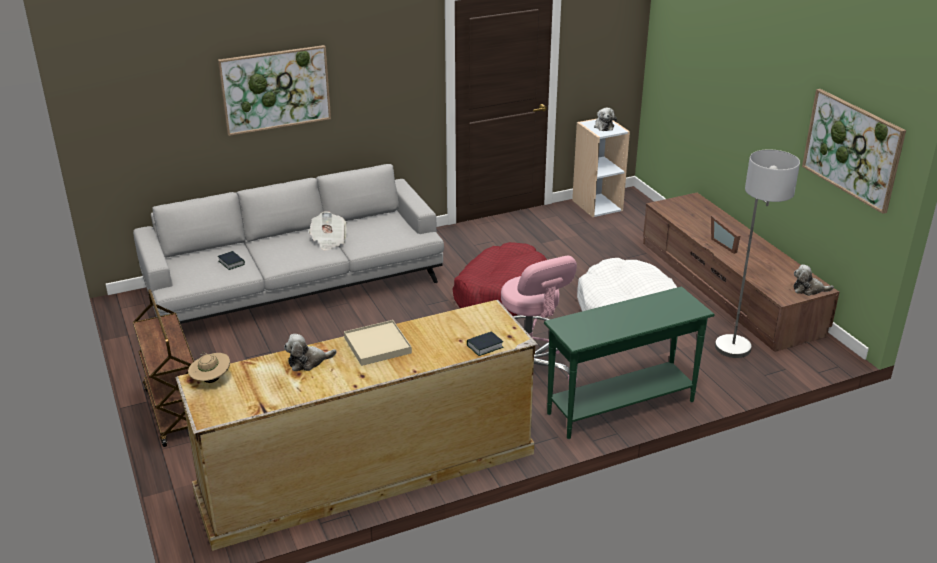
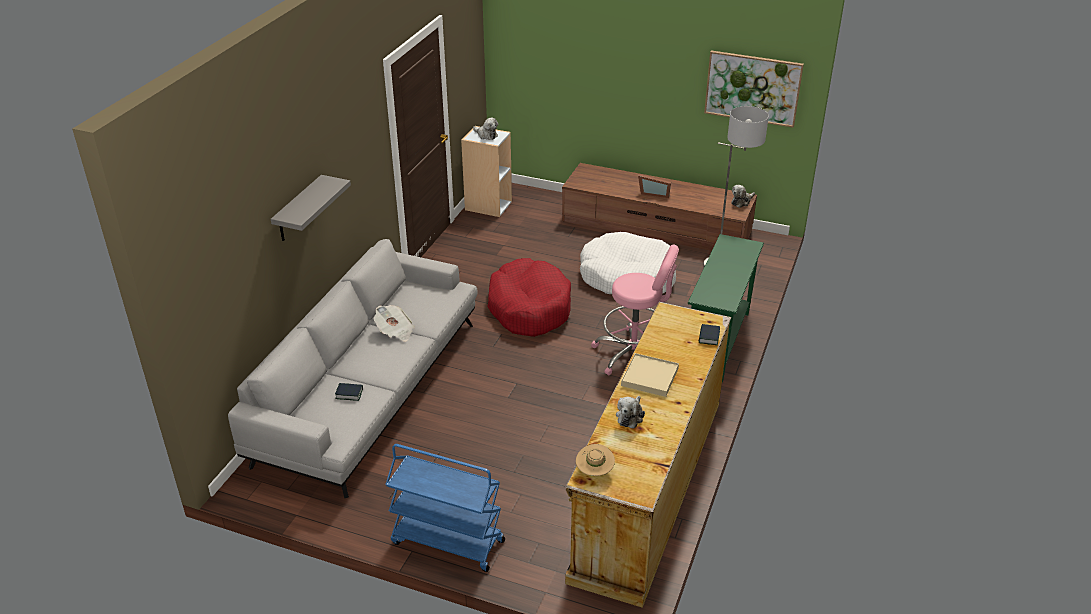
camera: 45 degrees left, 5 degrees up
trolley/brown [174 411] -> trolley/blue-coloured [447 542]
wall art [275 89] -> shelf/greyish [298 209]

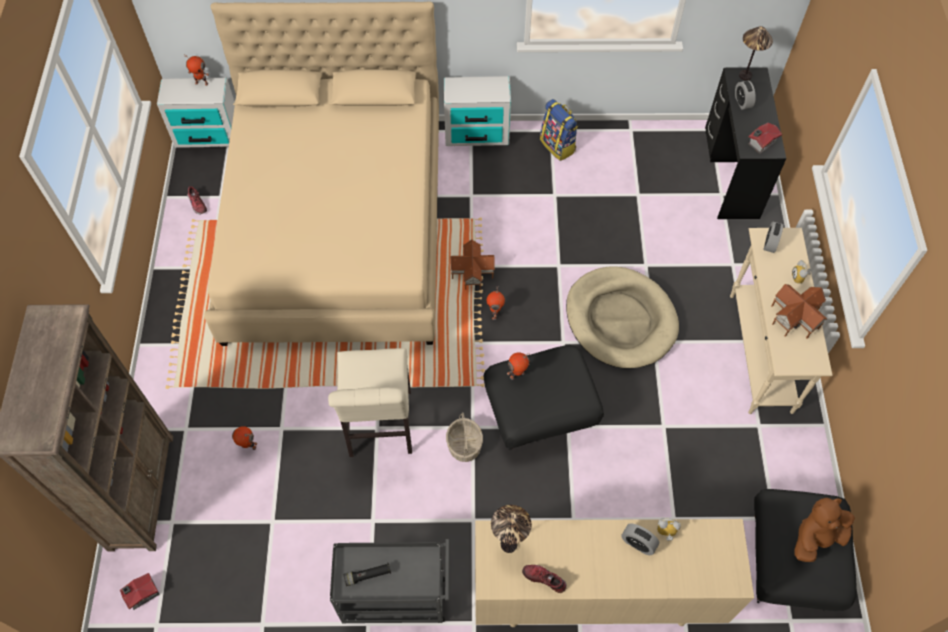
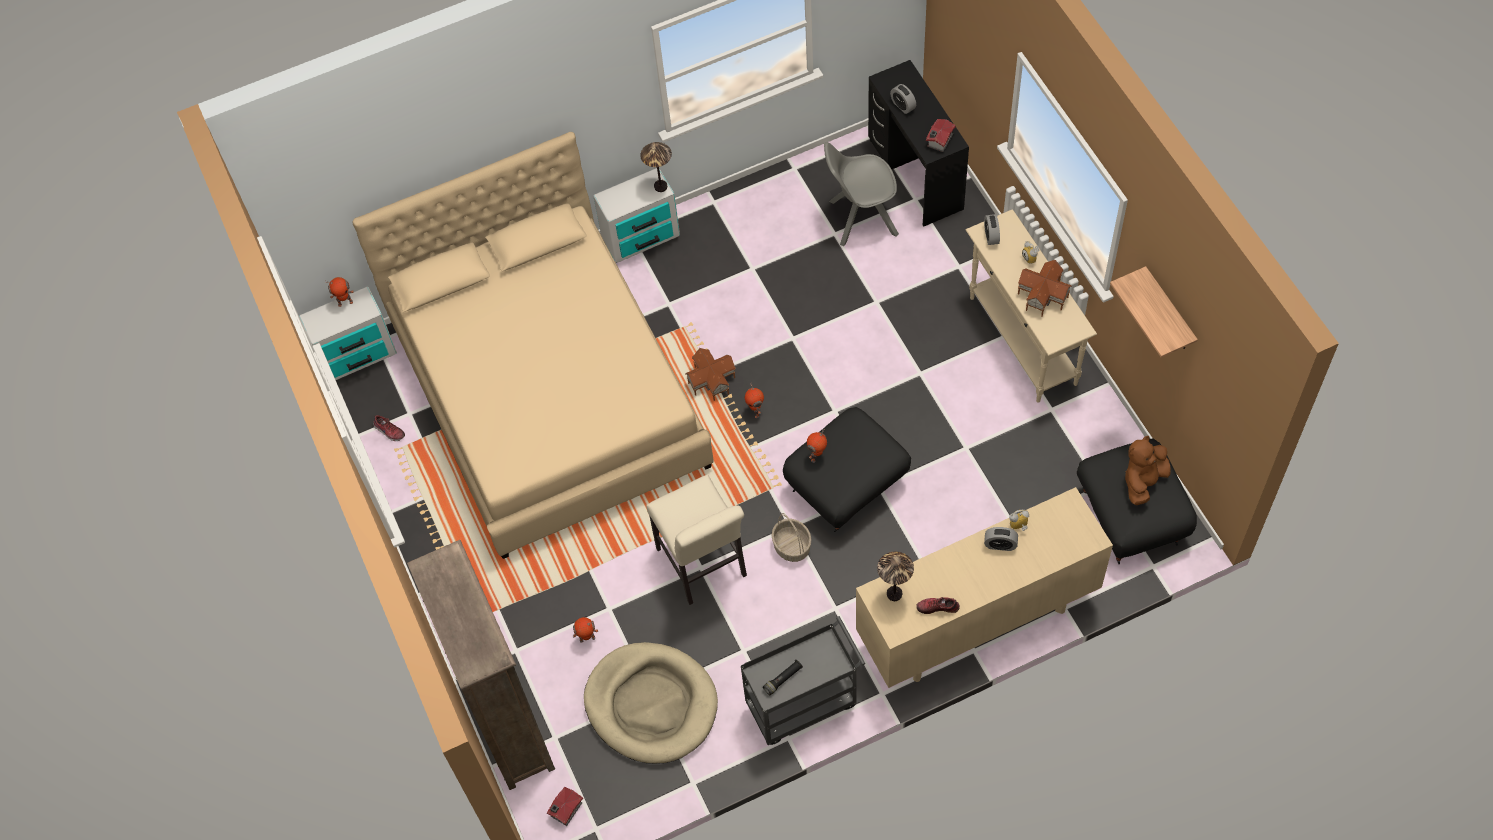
camera: 20 degrees left, 0 degrees up
backpack [558 145] -> none
pet bed/beige-coloured [620 320] -> pet bed/beige-coloured [651 704], shifted
table lamp [745 76] -> table lamp [660 187], shifted
none -> plain chair/greyish [861 218]
none -> shelf [1169 312]

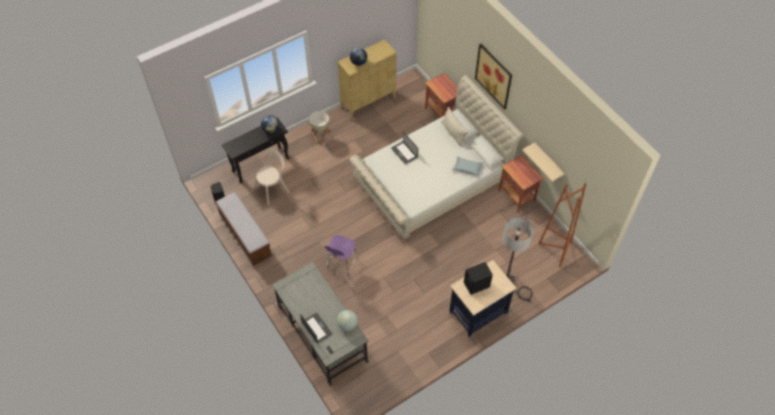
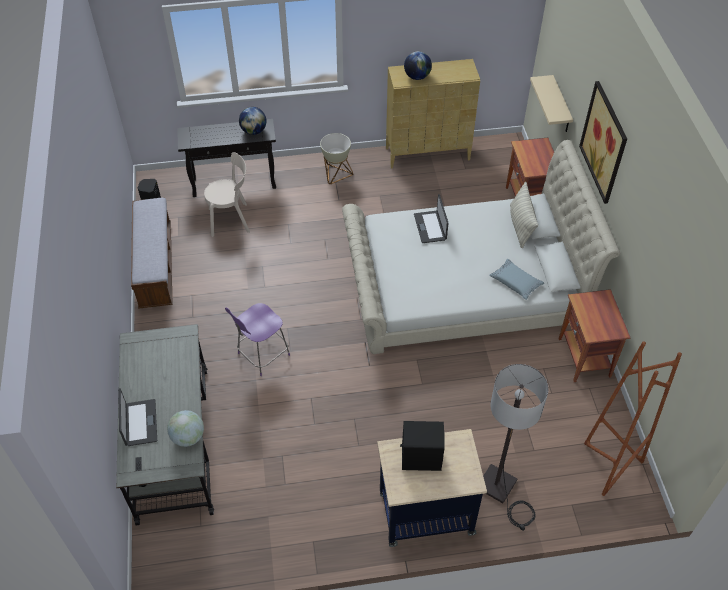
camera: 25 degrees right, 5 degrees down
shelf/beige-coloured [548 162] -> shelf/beige-coloured [561 105], shifted

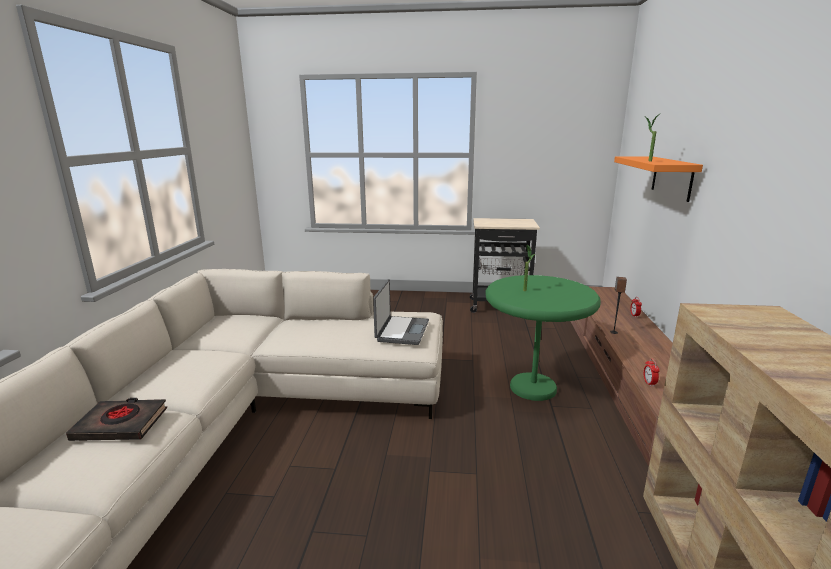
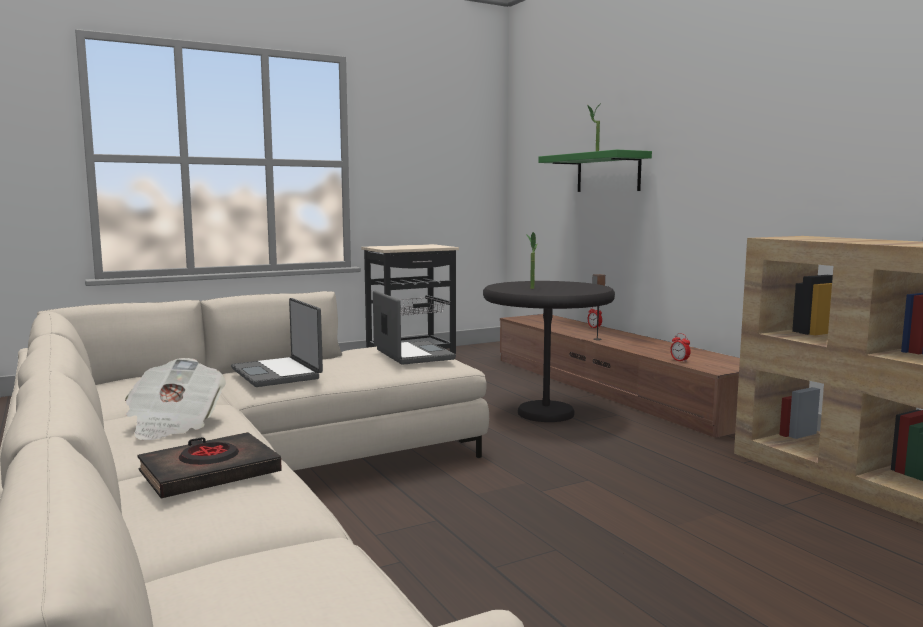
camera: 35 degrees left, 10 degrees down
accent table/green [533 388] -> accent table/black [546 413]
shelf/orangey [672 177] -> shelf/green [608 173]
none -> printed paper [174 424]
none -> portable computer [278 373]

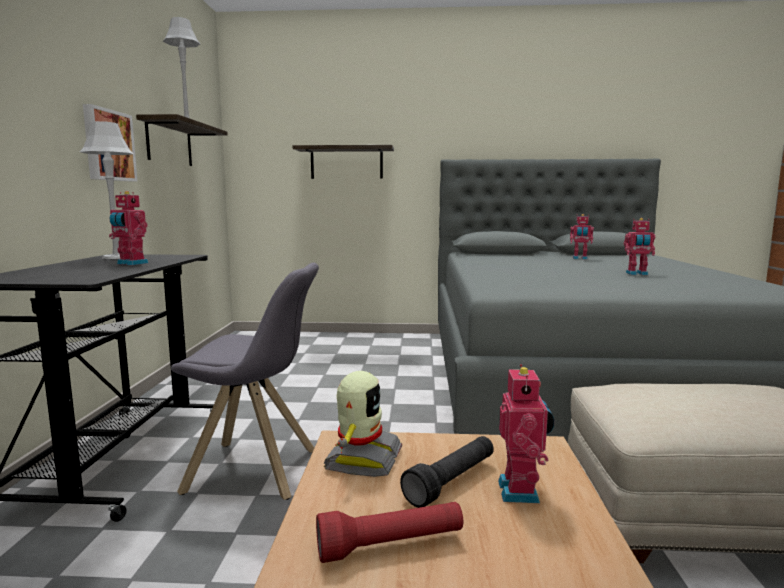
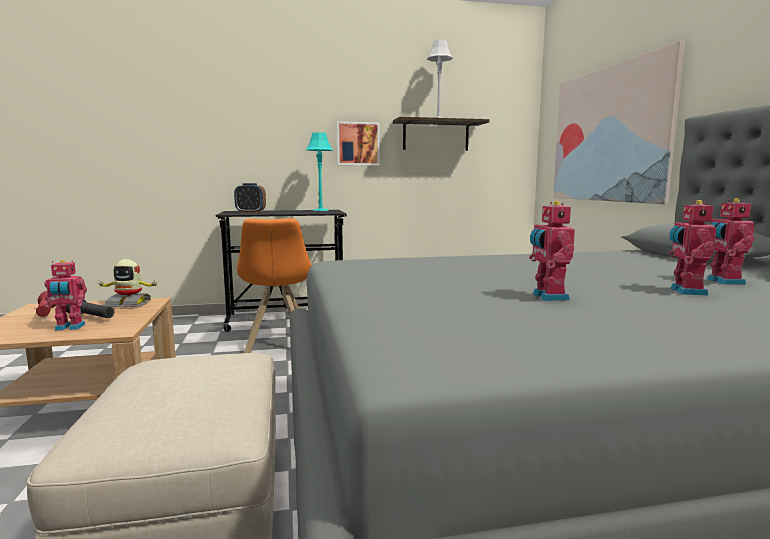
camera: 75 degrees right, 0 degrees up
table lamp/greyish [117 257] -> table lamp/blue-green [320 210]
toy robot [131 263] -> toy robot [685 291], shifted
plain chair/greyish [253 470] -> plain chair/orangey [278 344]
shelf [346 163] -> wall art [609 134]
none -> alarm clock [250 212]

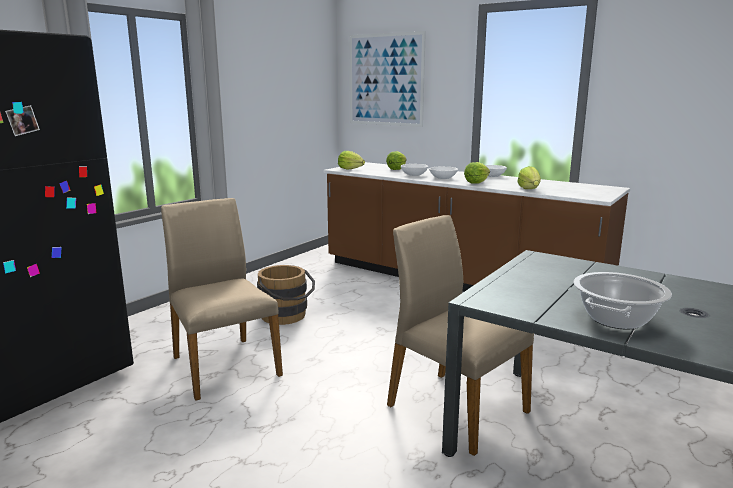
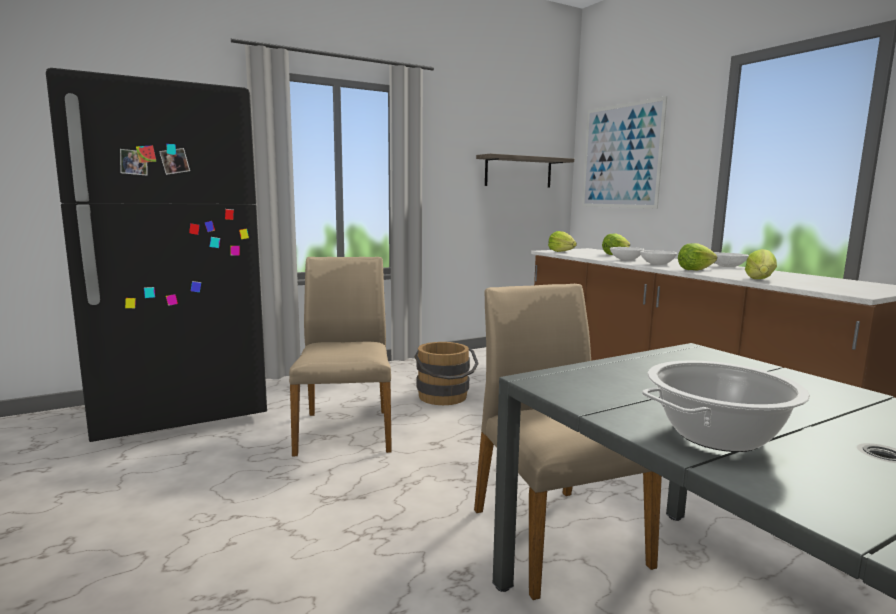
camera: 25 degrees right, 5 degrees down
none -> shelf [518 172]

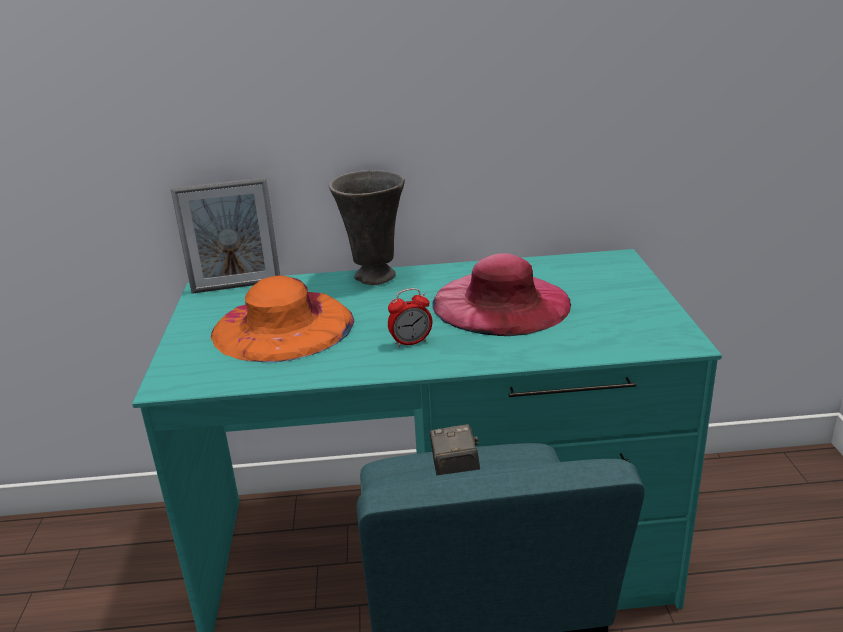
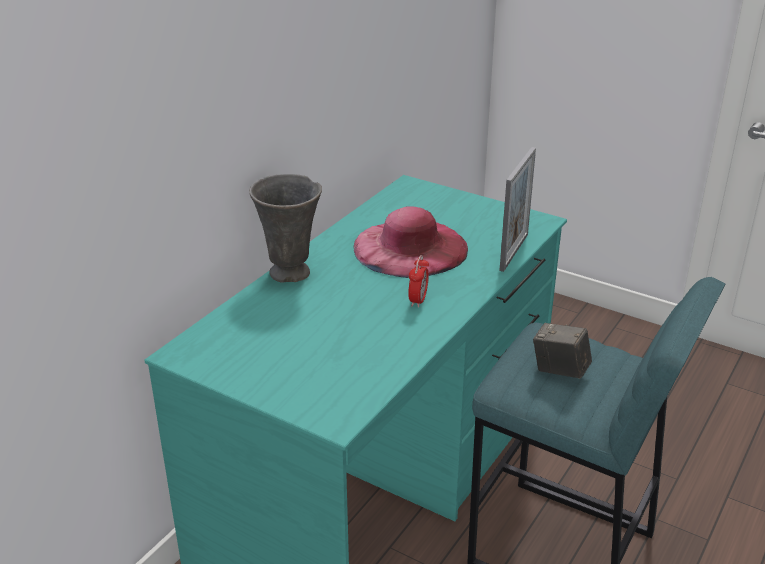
camera: 55 degrees left, 5 degrees up
standing frame [236 286] -> standing frame [514 252], shifted
hat/orangey [283 326] -> none

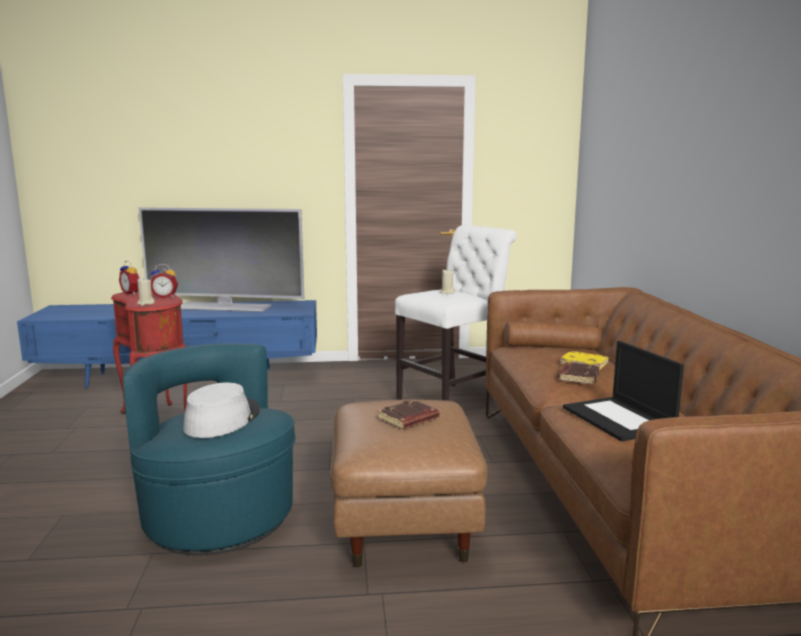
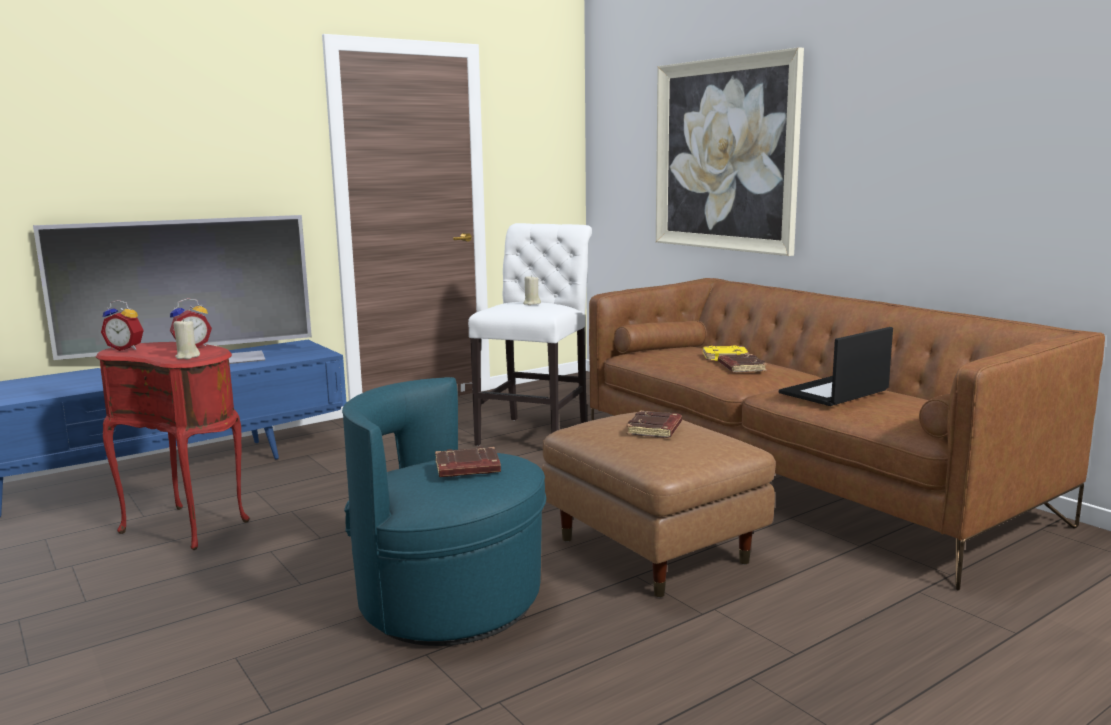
camera: 30 degrees left, 0 degrees up
hat/greyish [222 419] -> volume/brown [467 469]
portable computer [619 419] -> portable computer [834 392], 105 degrees clockwise
none -> wall art [724 155]

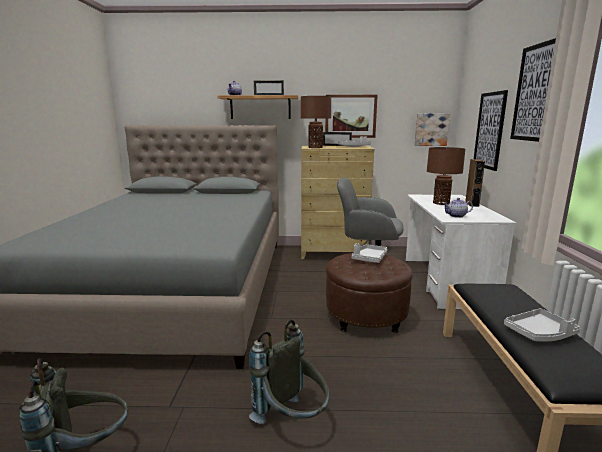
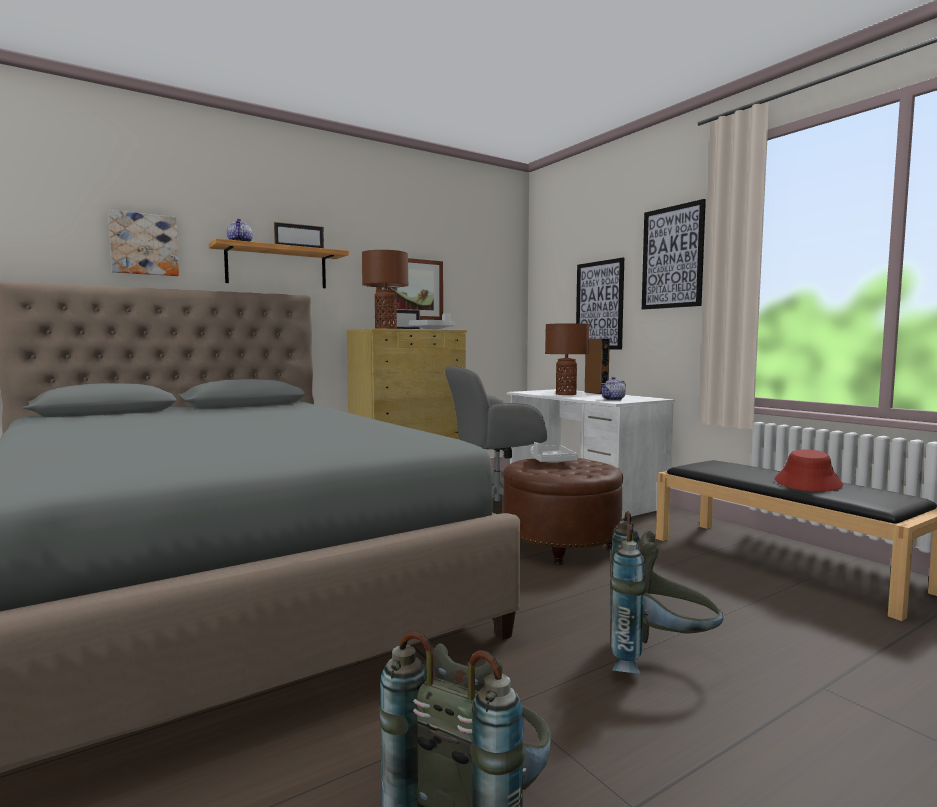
camera: 35 degrees left, 10 degrees down
wall art [431 129] -> wall art [144 244], shifted
tray/greyish [540 333] -> hat/red-coloured [808 483]

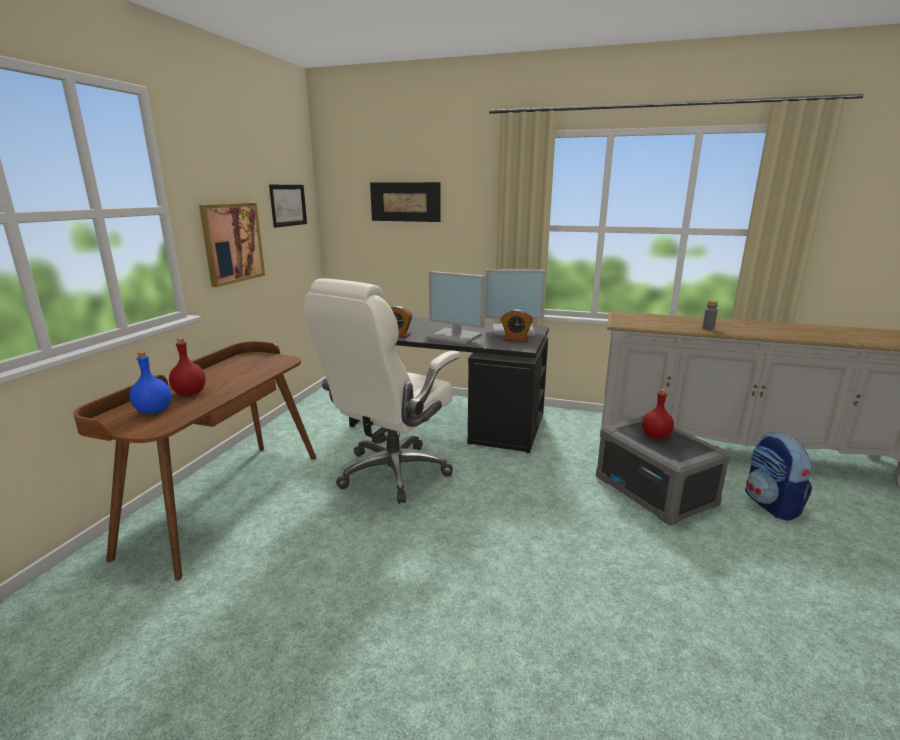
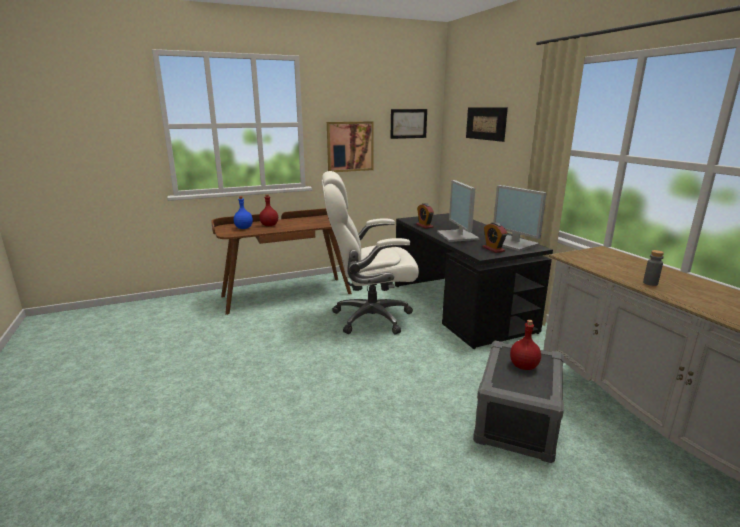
camera: 50 degrees right, 0 degrees up
backpack [771 505] -> none

